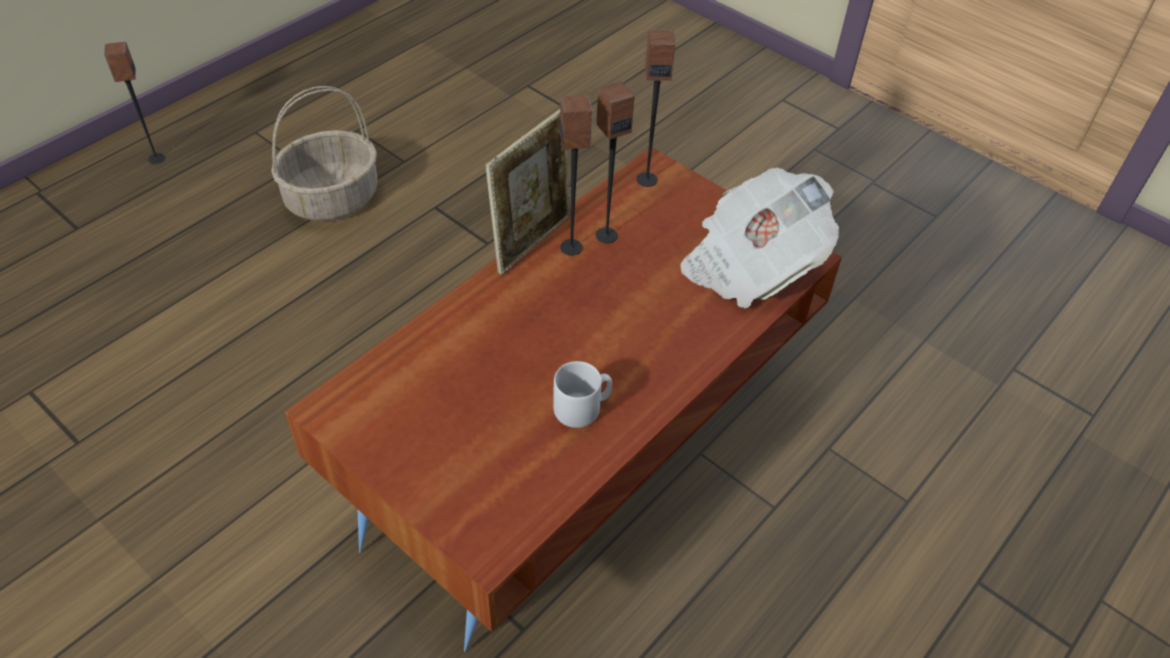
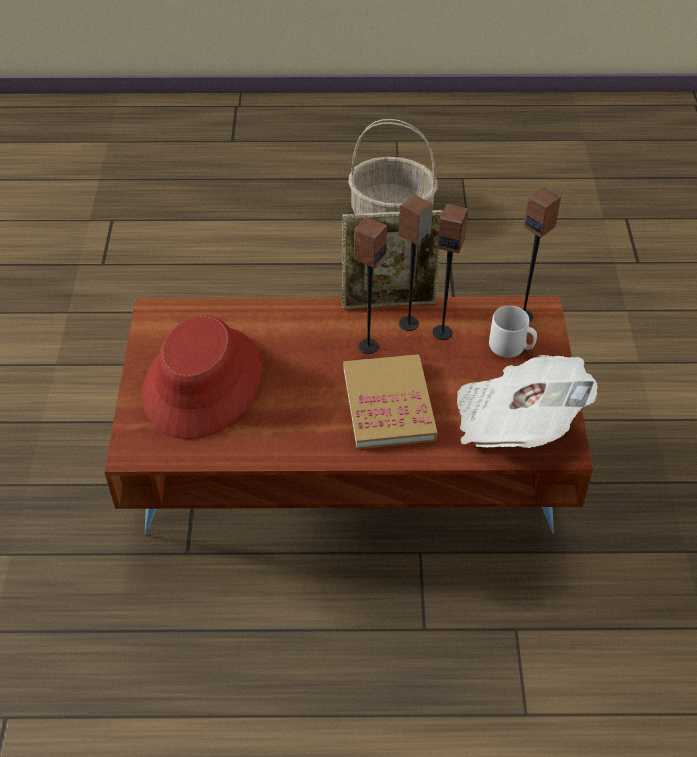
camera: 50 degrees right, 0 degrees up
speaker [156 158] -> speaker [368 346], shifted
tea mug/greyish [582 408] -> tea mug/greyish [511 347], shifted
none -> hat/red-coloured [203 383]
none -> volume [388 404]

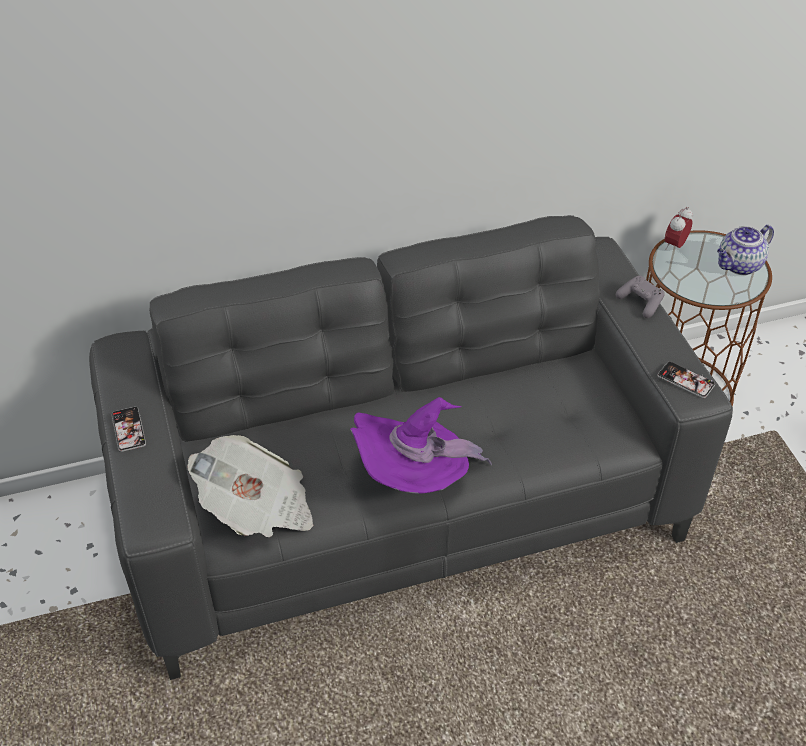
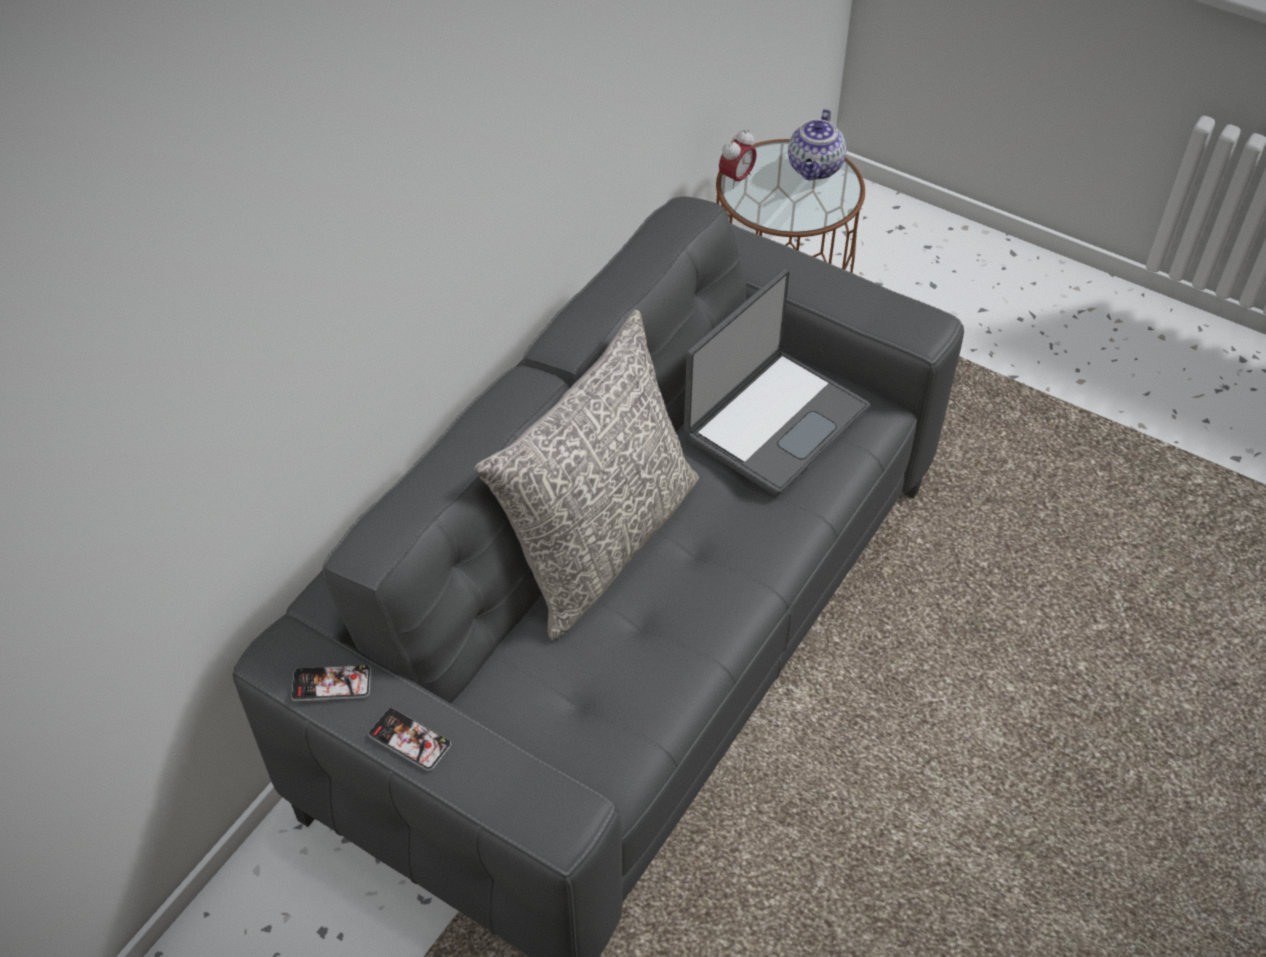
camera: 40 degrees left, 5 degrees up
printed paper [257 508] -> none
hat/purplish [414 478] -> none
gamepad/greyish [640 302] -> none
handset [685 380] -> handset [331 684], shifted
alarm clock [675 246] -> alarm clock [736 179], 135 degrees counterclockwise
none -> cushion/greyish [600 542]
none -> portable computer [773 421]

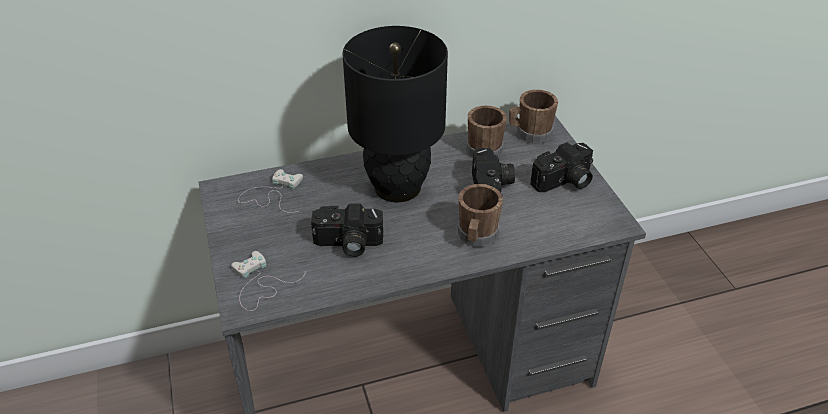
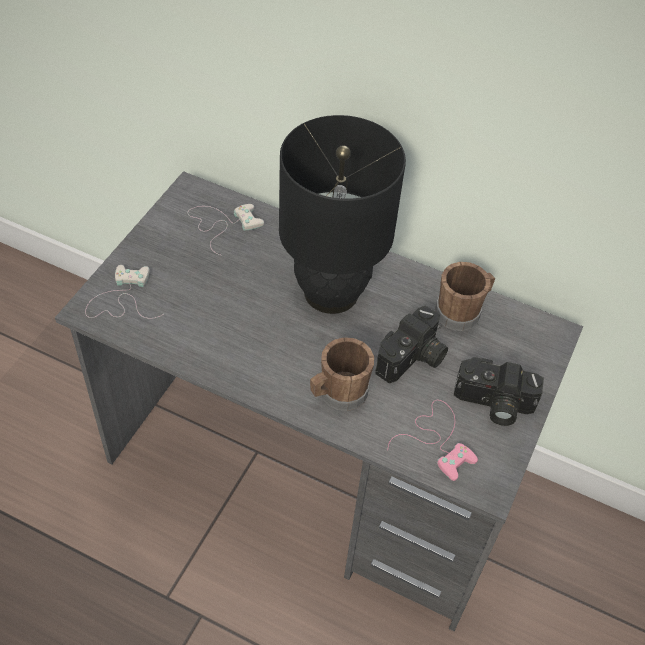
camera: 40 degrees right, 10 degrees up
still camera [347 244] -> none
tea mug/brown [530 134] -> none
none -> gamepad/pink [437 439]

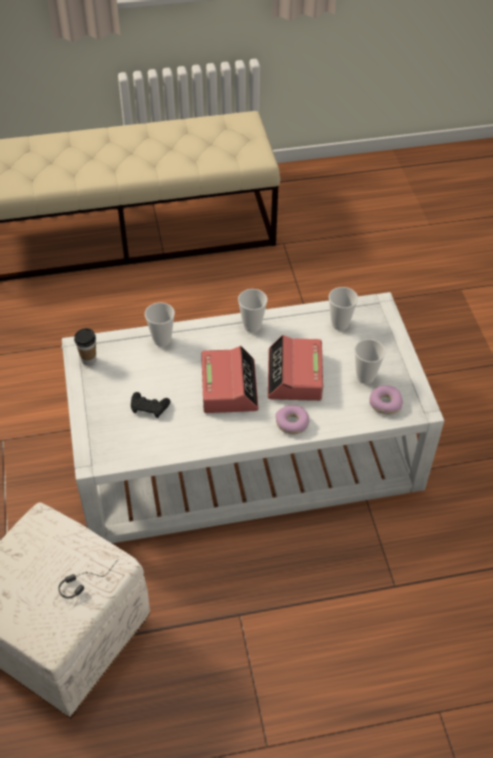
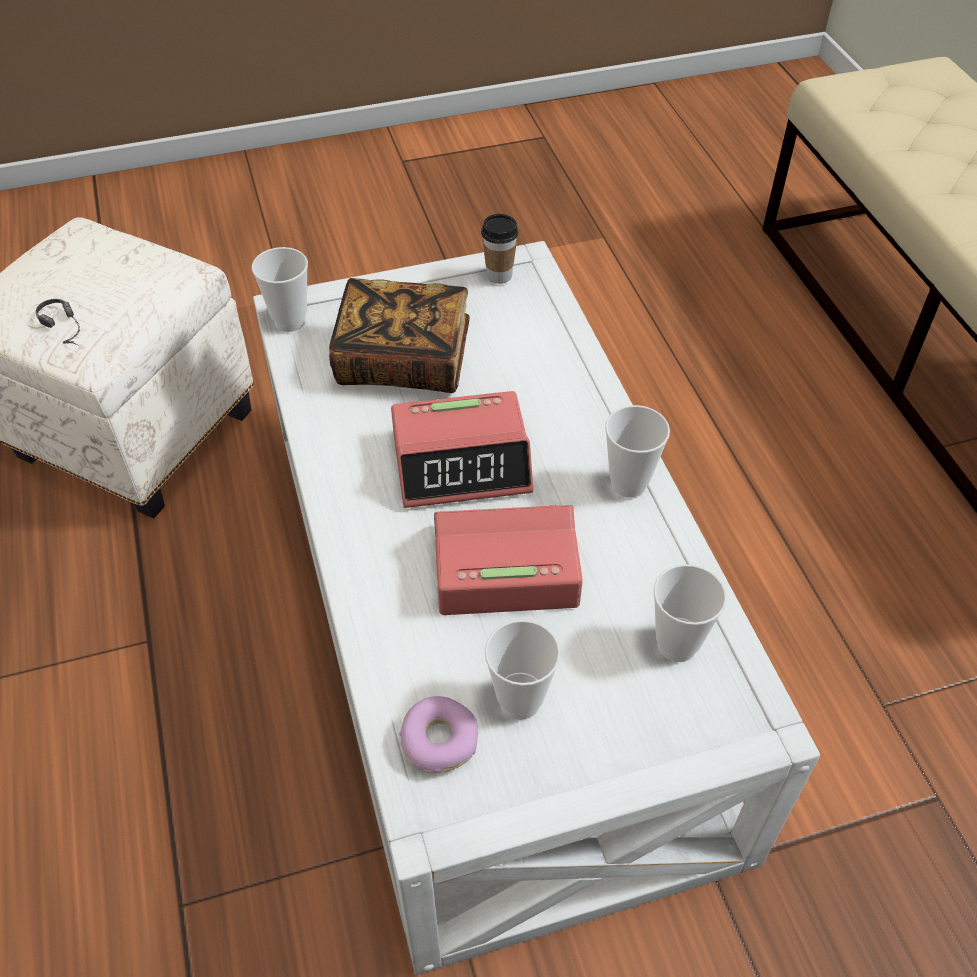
camera: 85 degrees right, 0 degrees up
gamepad/black [149 407] -> volume [403 360]
cup [162 340] -> cup [290 321], shifted
doughnut [292 423] -> none

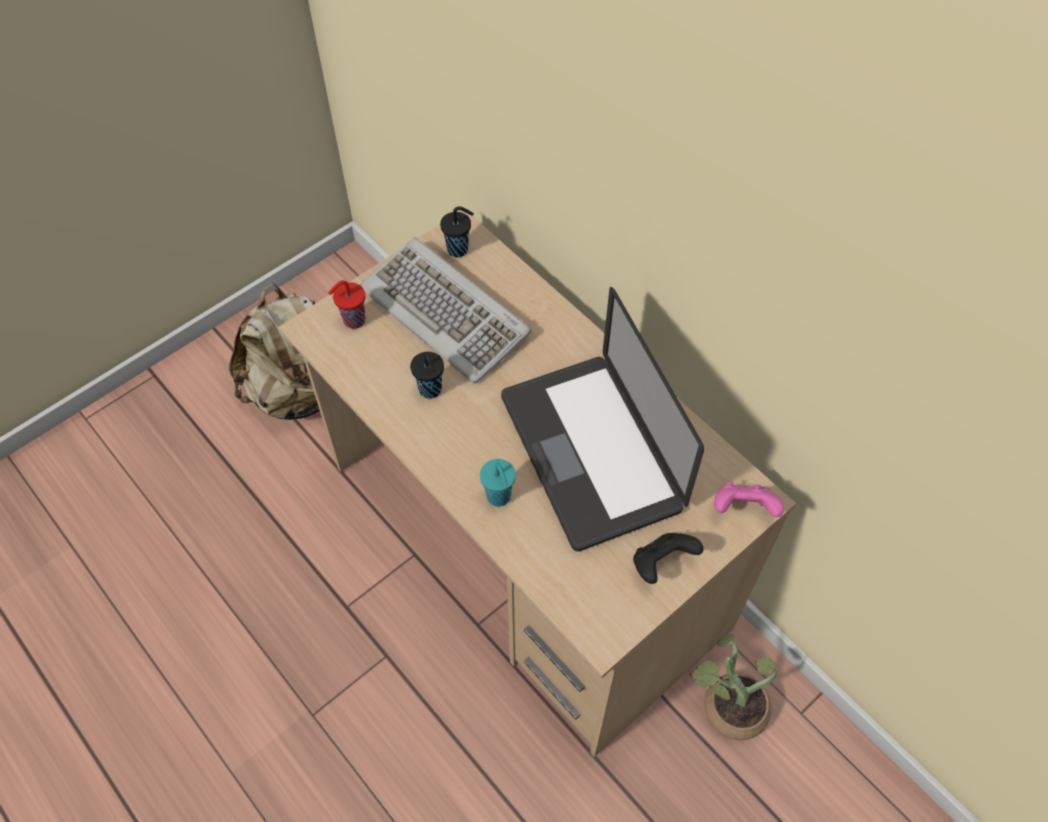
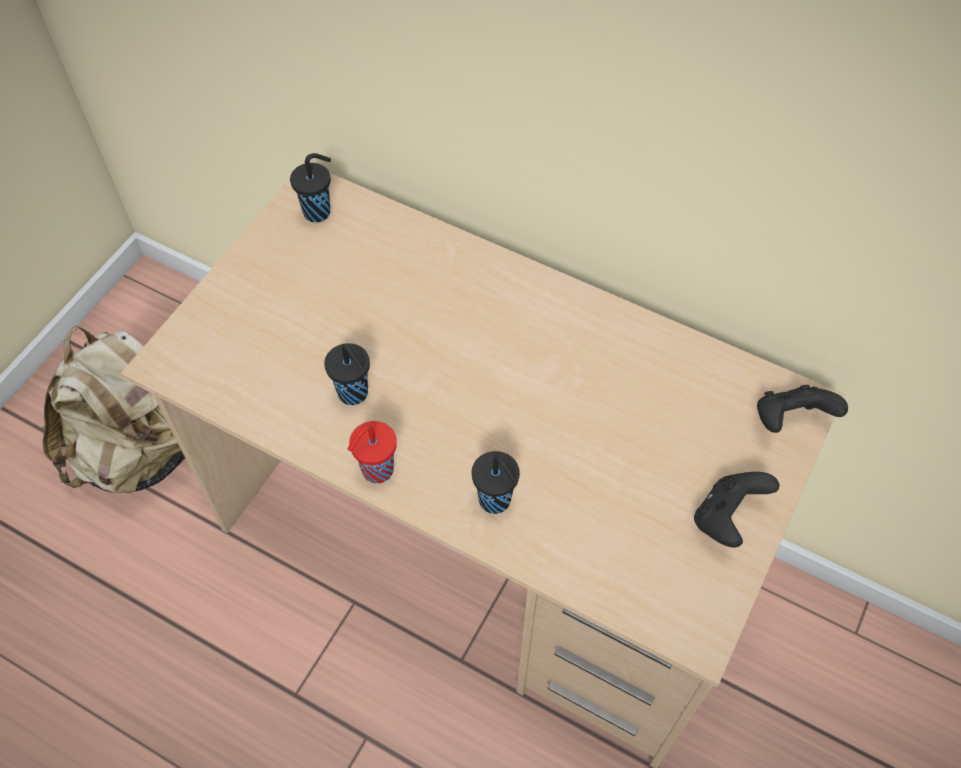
camera: 20 degrees left, 0 degrees up
cup/red-coloured [353 321] -> cup/red-coloured [376 471], shifted
keyboard [446 312] -> none
cup/blue-green [499 497] -> cup/black [496 501]
portable computer [590 452] -> none
plant in a pot [727 704] -> none
gamepad/pink [743 509] -> gamepad/black [789 420]

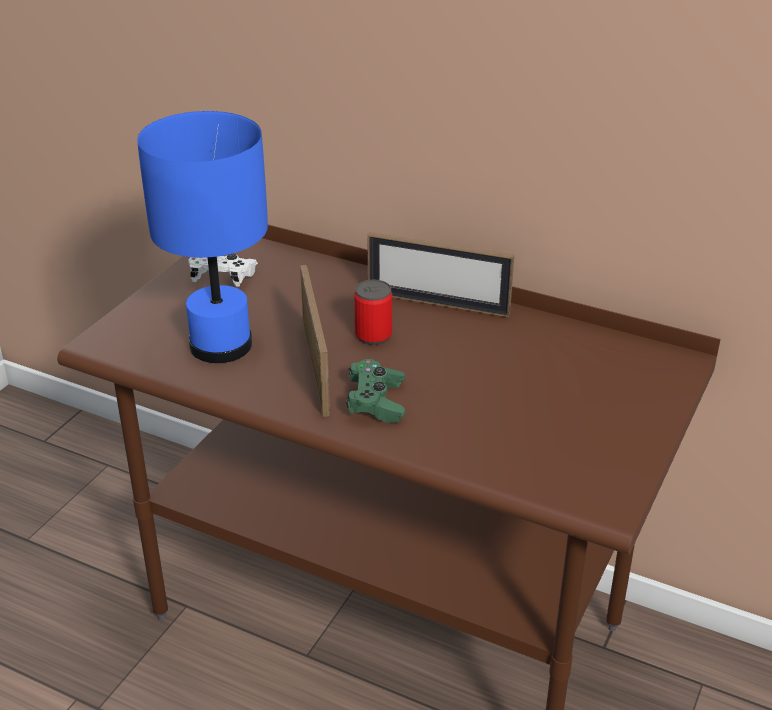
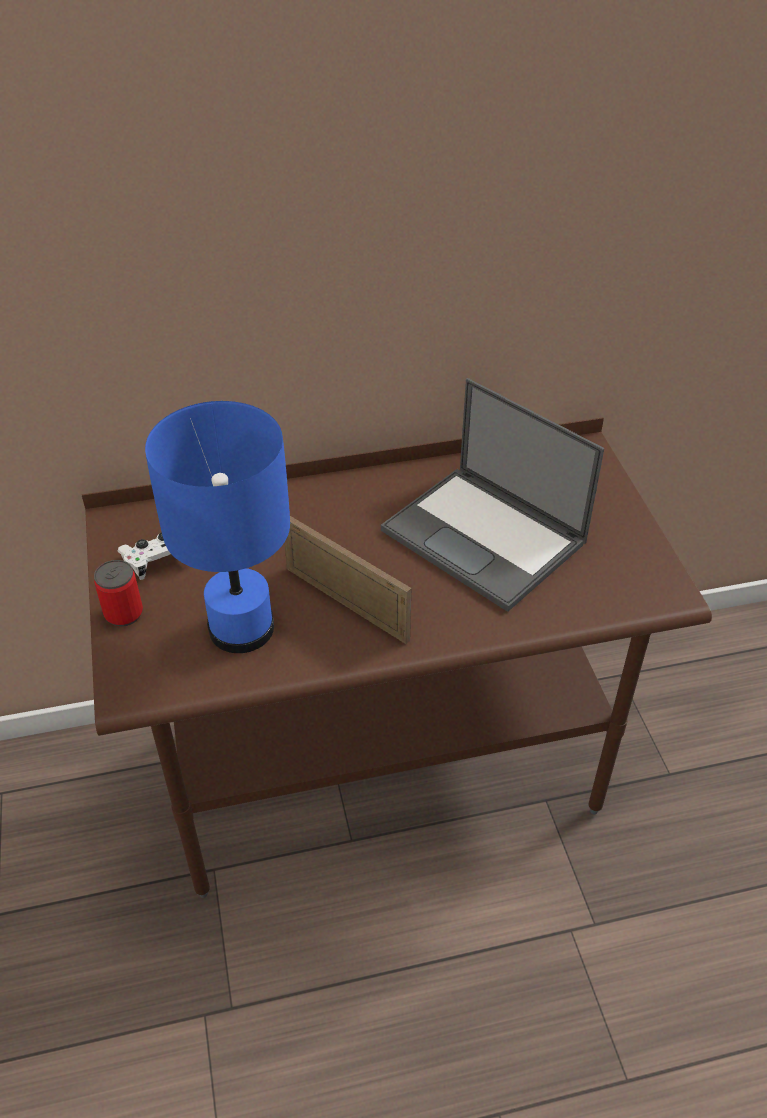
camera: 40 degrees left, 10 degrees up
gamepad/green [376 402] -> none
metal can [373 335] -> metal can [124 613], shifted
standing frame [438 303] -> none
none -> portable computer [486 537]

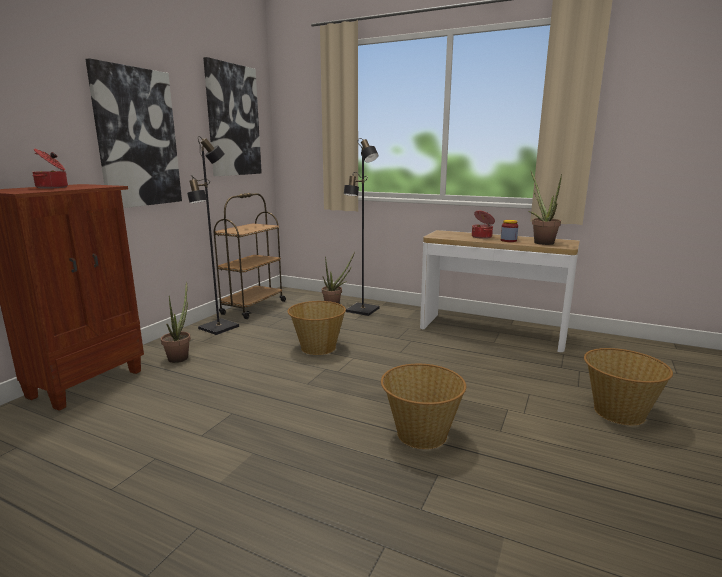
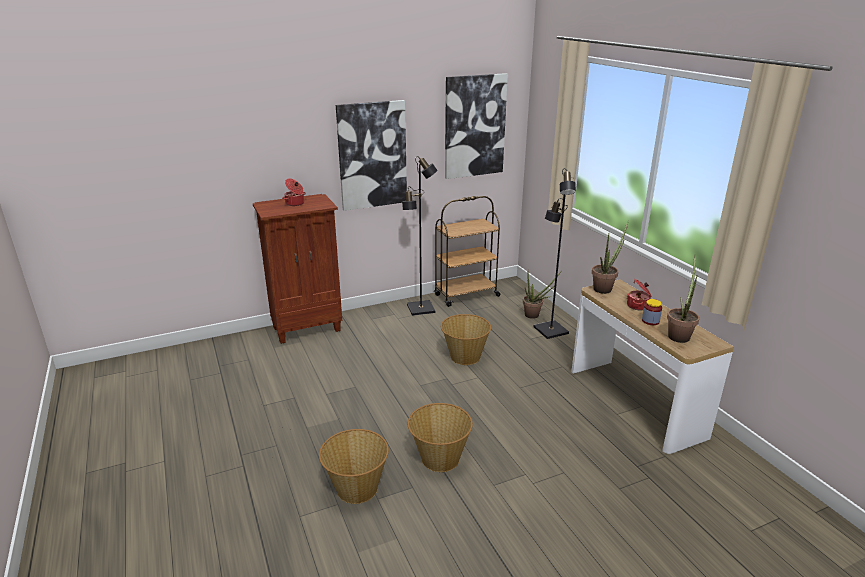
camera: 40 degrees right, 10 degrees up
plant in a pot [180 356] -> plant in a pot [604 288], shifted
basket [618 412] -> basket [356 488], shifted

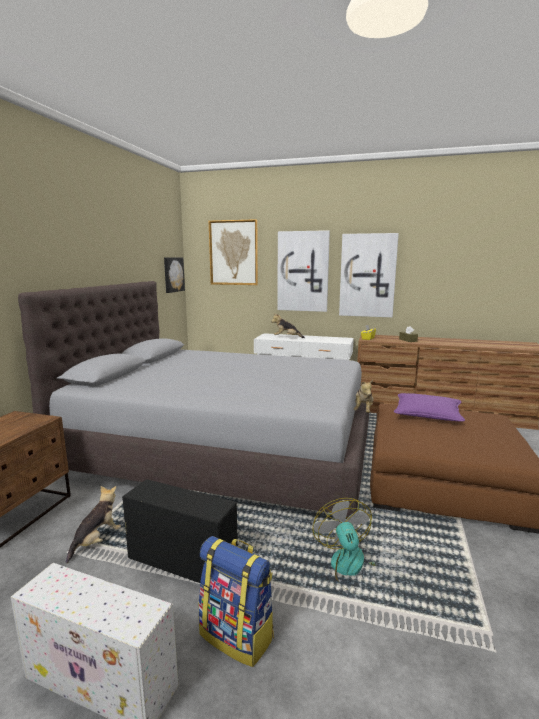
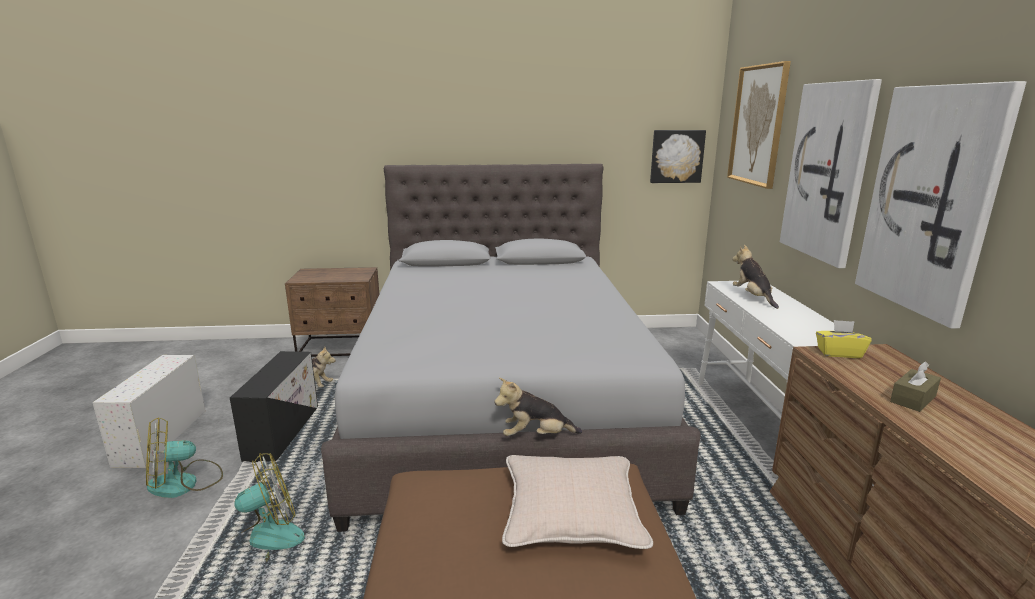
camera: 70 degrees right, 5 degrees up
backpack [238 635] -> electric fan [185 483]
cushion/purplish [427 413] -> cushion/beige-coloured [571 510]

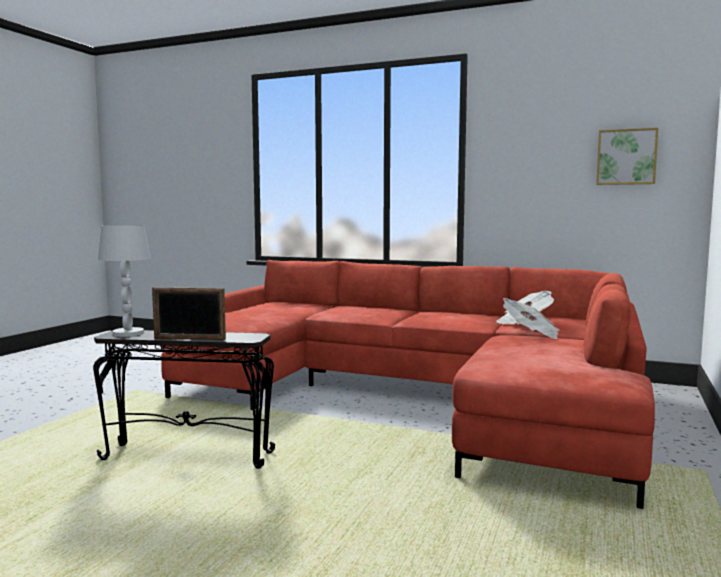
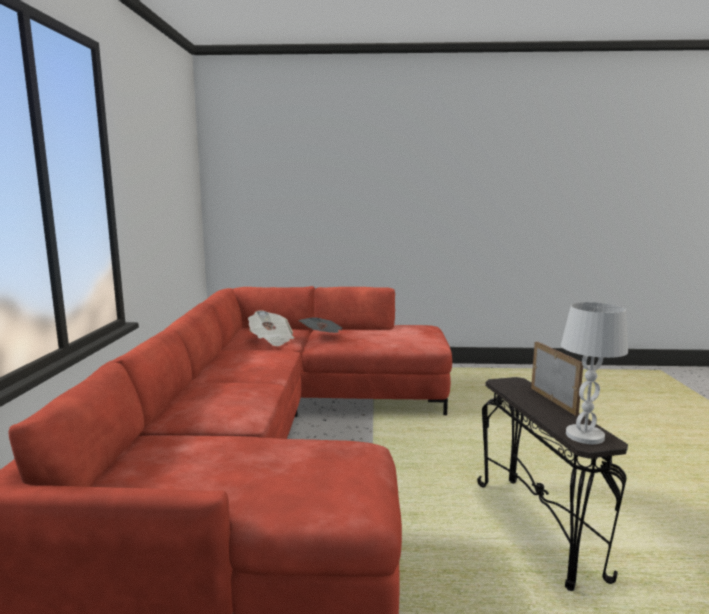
camera: 110 degrees left, 5 degrees up
wall art [626 157] -> none

